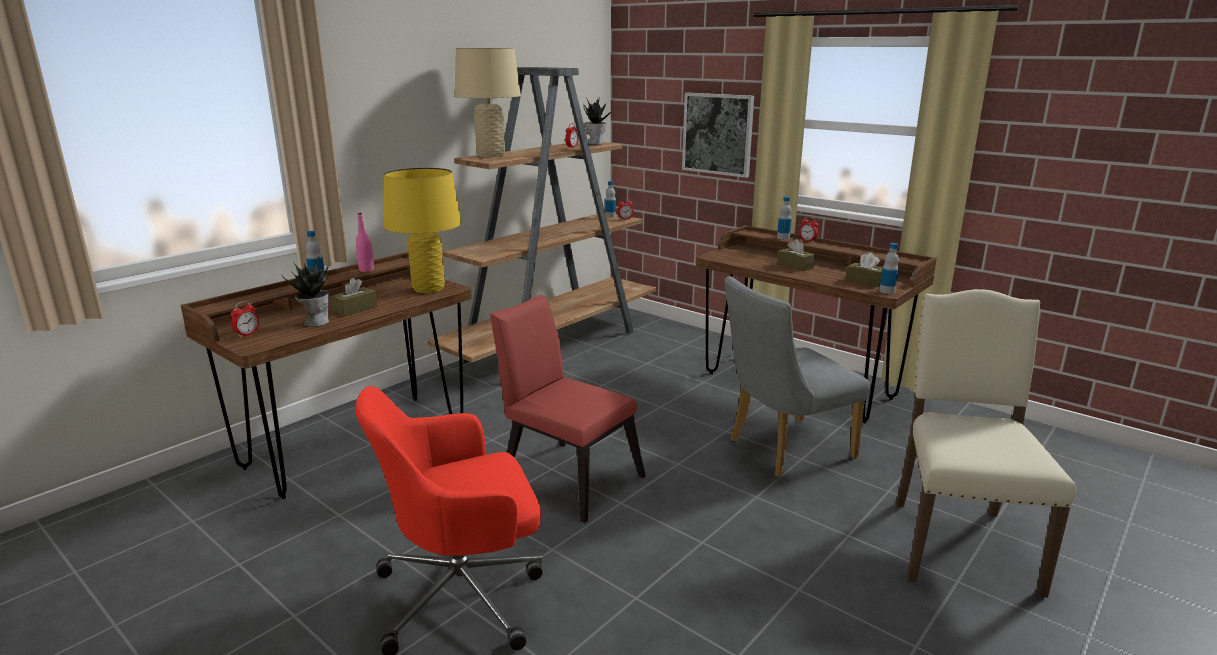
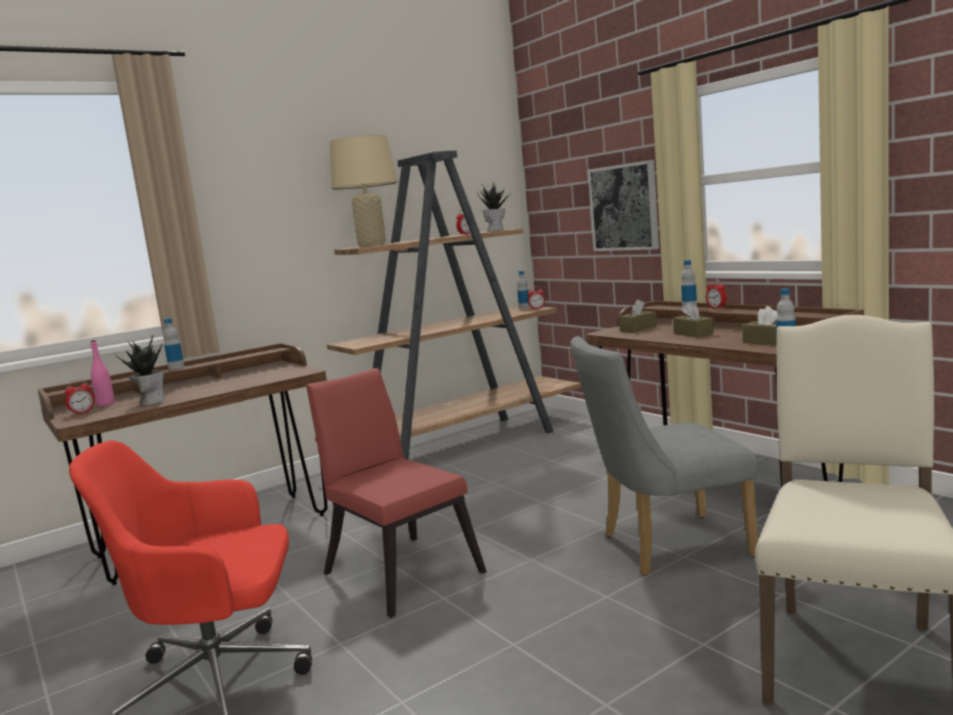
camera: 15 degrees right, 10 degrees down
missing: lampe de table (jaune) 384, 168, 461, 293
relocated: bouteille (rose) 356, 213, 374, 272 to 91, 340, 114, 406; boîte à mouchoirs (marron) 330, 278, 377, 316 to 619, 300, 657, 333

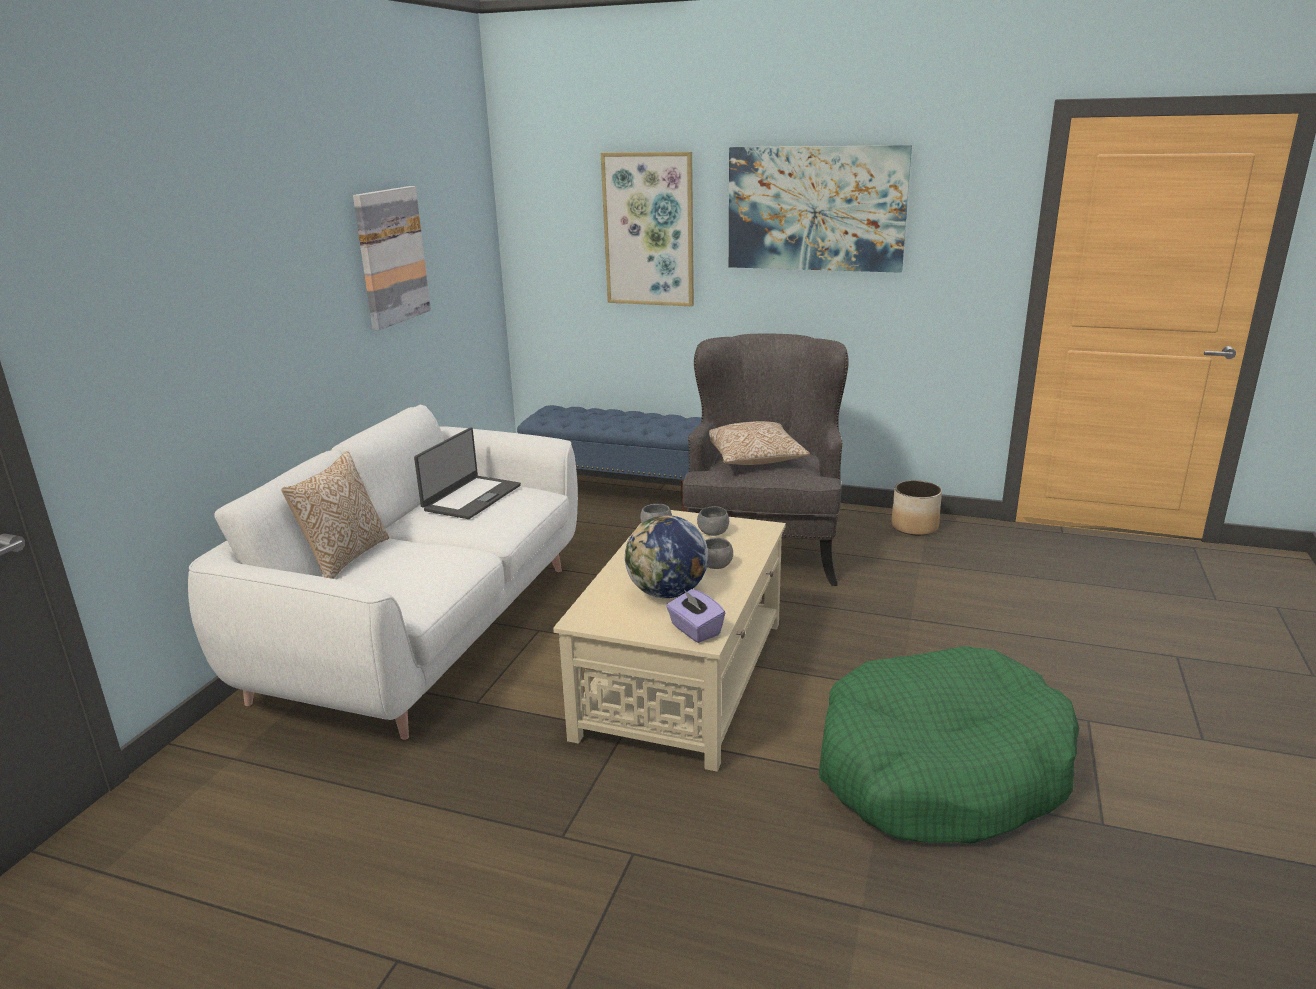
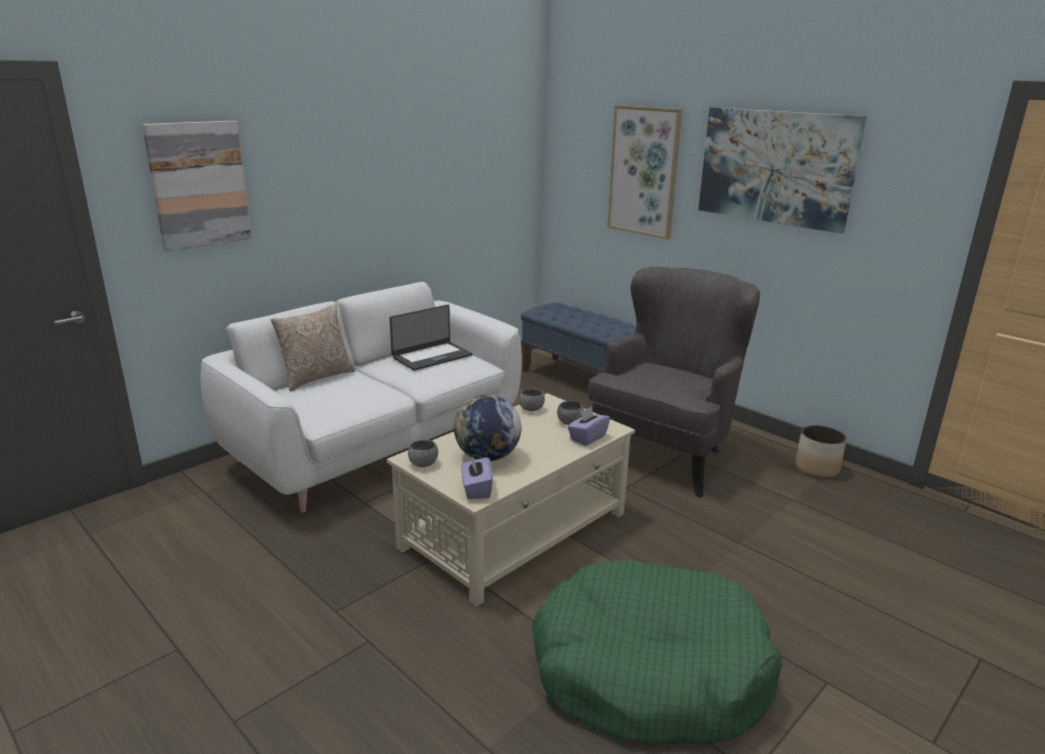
camera: 25 degrees right, 0 degrees up
missing: coussin 709, 421, 810, 465
appeared: boîte à mouchoirs (violet) 568, 406, 610, 446
relocated: tableau 353, 186, 431, 330 to 142, 121, 252, 251; bol (gris) 705, 538, 733, 569 to 408, 440, 438, 467

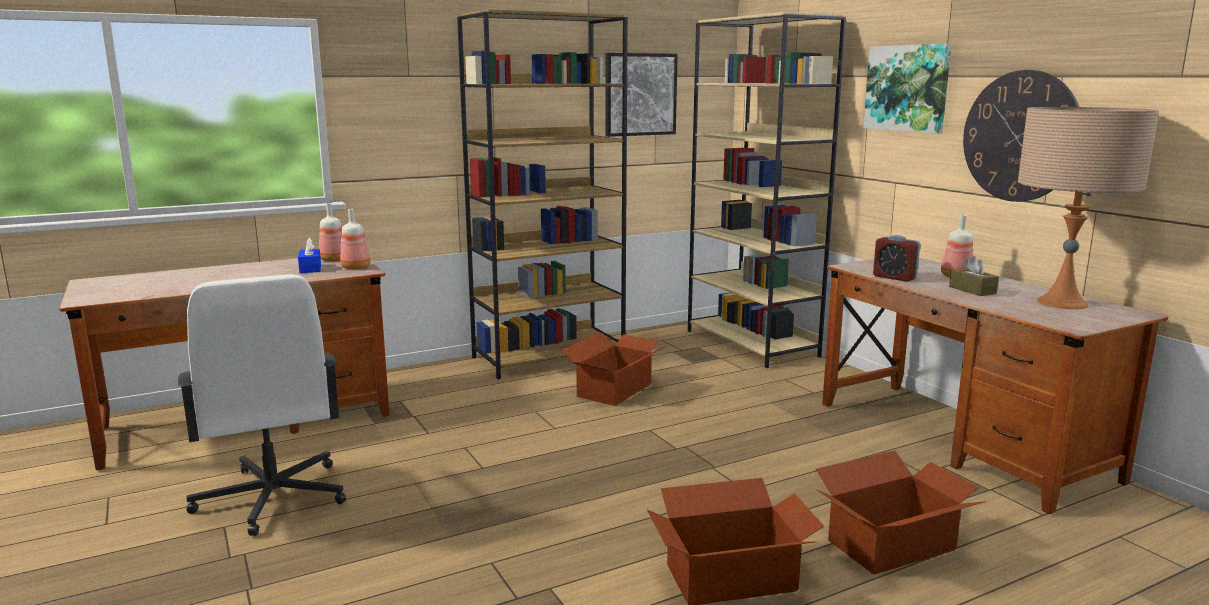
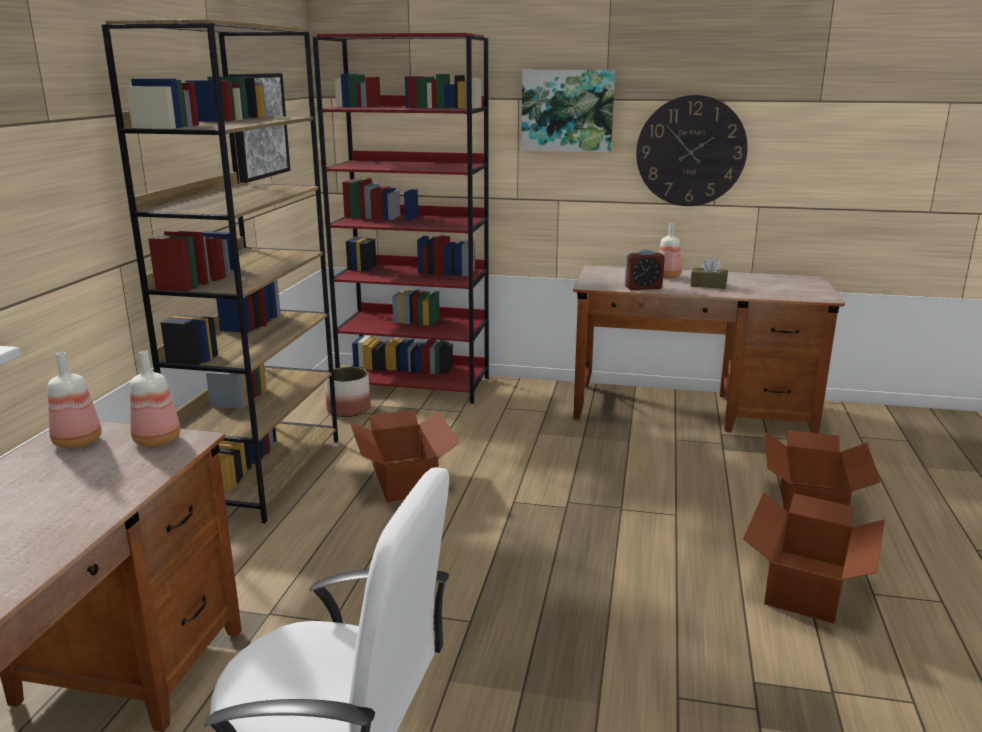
camera: 50 degrees left, 5 degrees up
missing: lampe de table (beige) 1018, 107, 1159, 309; boîte à mouchoirs (bleu) 298, 238, 321, 273
appeared: cache-pot 325, 367, 370, 417
colour: bibliothèque (beige) 688, 12, 846, 368 to bibliothèque (rouge) 312, 33, 489, 404

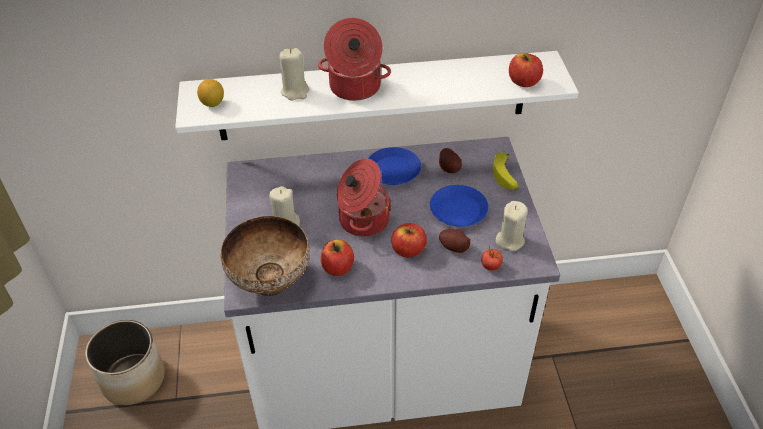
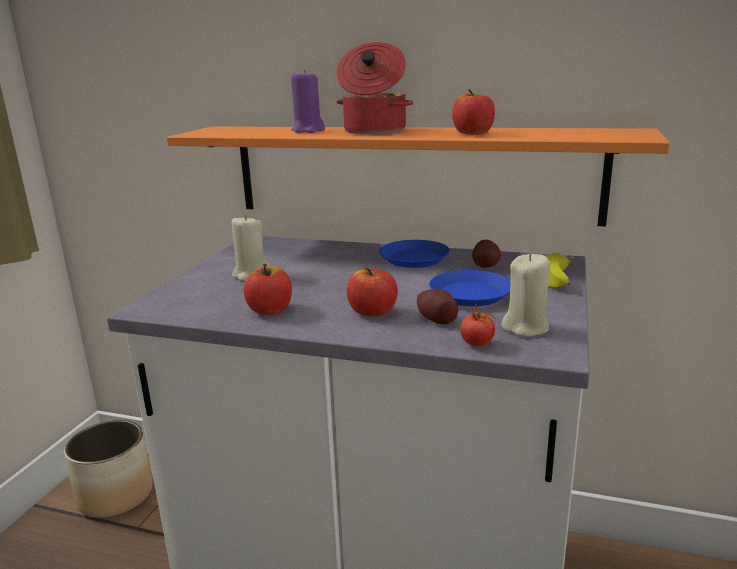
camera: 25 degrees right, 25 degrees down
missing: citron 197, 79, 224, 107; marmite 337, 159, 392, 237; bol 221, 216, 310, 296
relocated: pomme 509, 53, 543, 87 to 452, 89, 495, 135
colour: bougie (beige) 279, 48, 309, 100 to bougie (violet) 291, 70, 325, 133; étagère (blanc) 175, 51, 579, 140 to étagère (orange) 167, 126, 670, 227

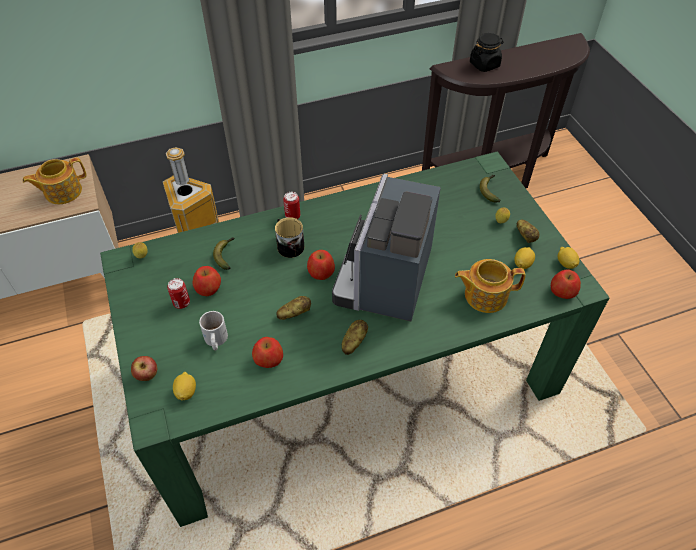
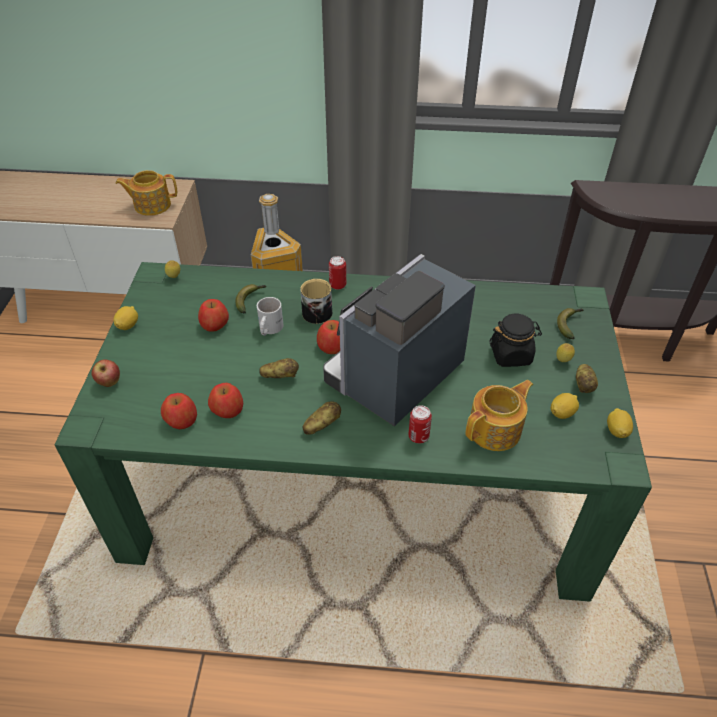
camera: 25 degrees right, 5 degrees down
relocated: bocal (noir) 470, 33, 503, 72 to 489, 313, 542, 367; pomme 551, 269, 581, 299 to 161, 393, 197, 429; boîte métallique 167, 278, 190, 309 to 409, 405, 432, 443; mug (blanc) 199, 311, 228, 351 to 257, 297, 283, 336; citron 173, 372, 196, 400 to 113, 306, 138, 330
spun: théière 455, 259, 526, 313 = 465, 380, 533, 451 120 degrees clockwise

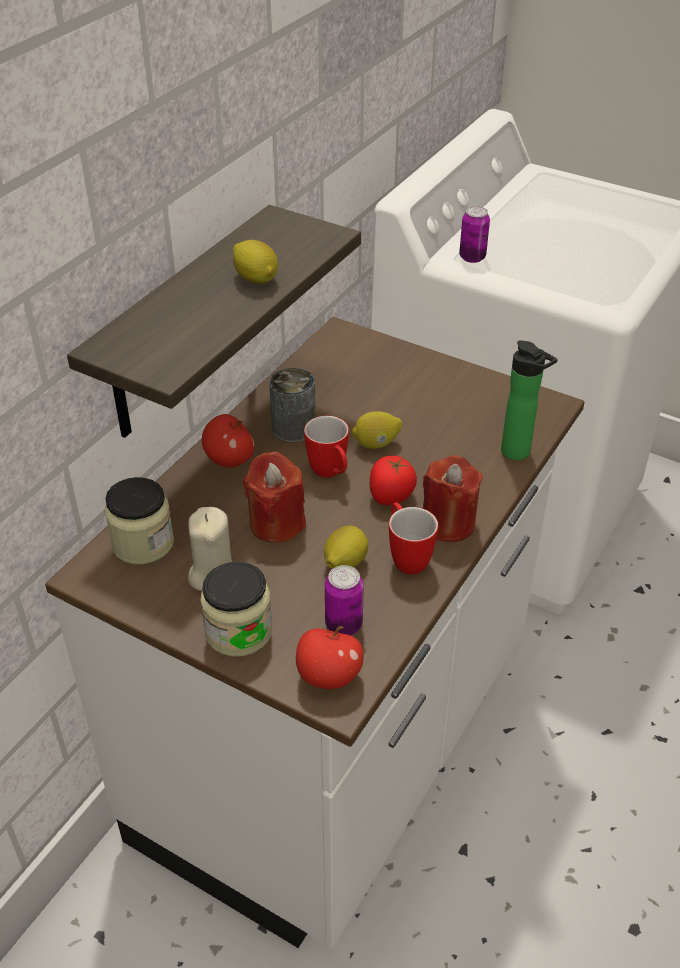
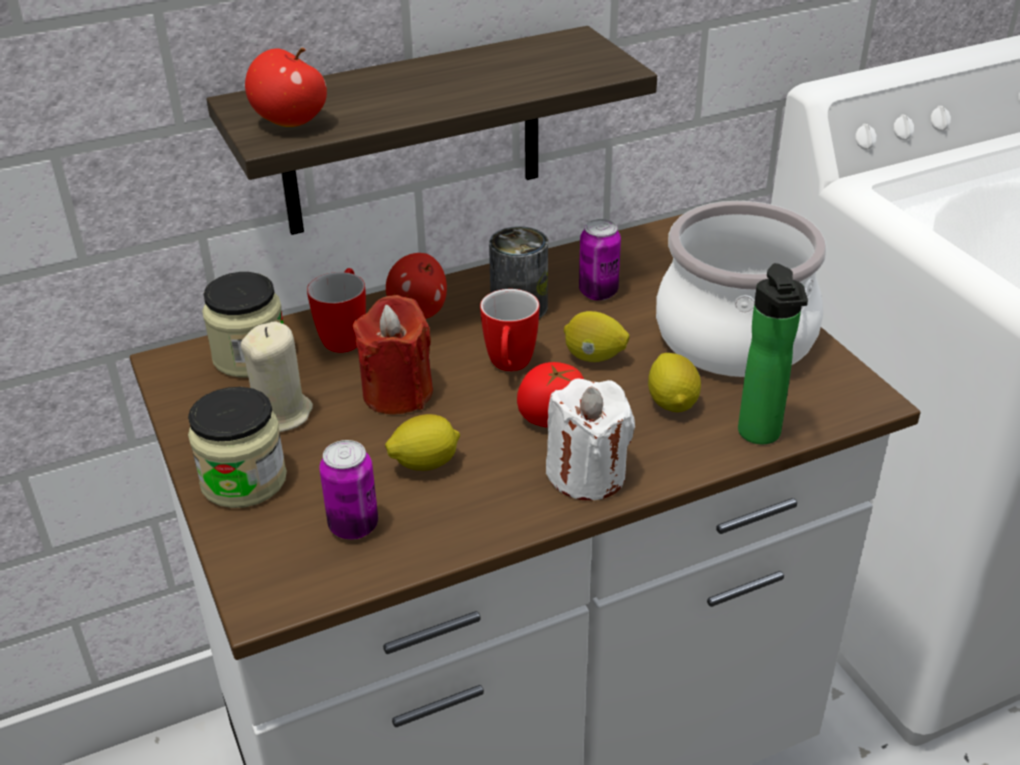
camera: 35 degrees right, 5 degrees down
appeared: marmite 656, 201, 827, 377
relocated: boîte métallique 459, 206, 490, 263 to 579, 219, 621, 301; citron 233, 240, 278, 284 to 648, 353, 701, 412; mug 389, 502, 438, 575 to 307, 268, 366, 353; pomme 296, 626, 364, 689 to 245, 48, 327, 127
colour: bougie (rouge) 423, 455, 483, 542 to bougie (blanc) 546, 378, 635, 500

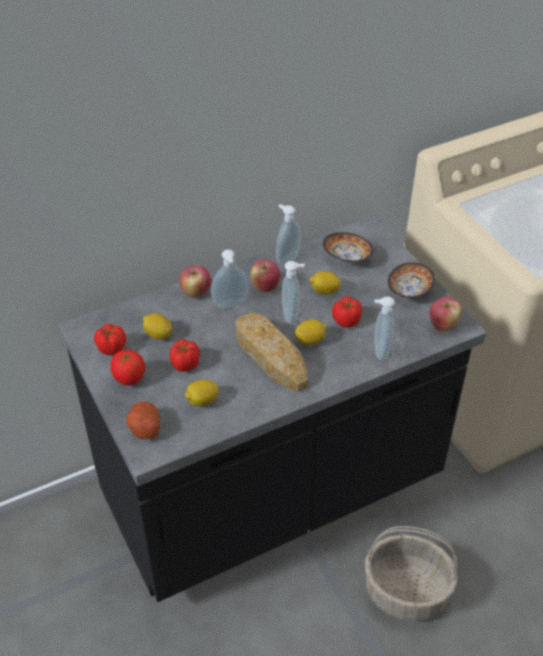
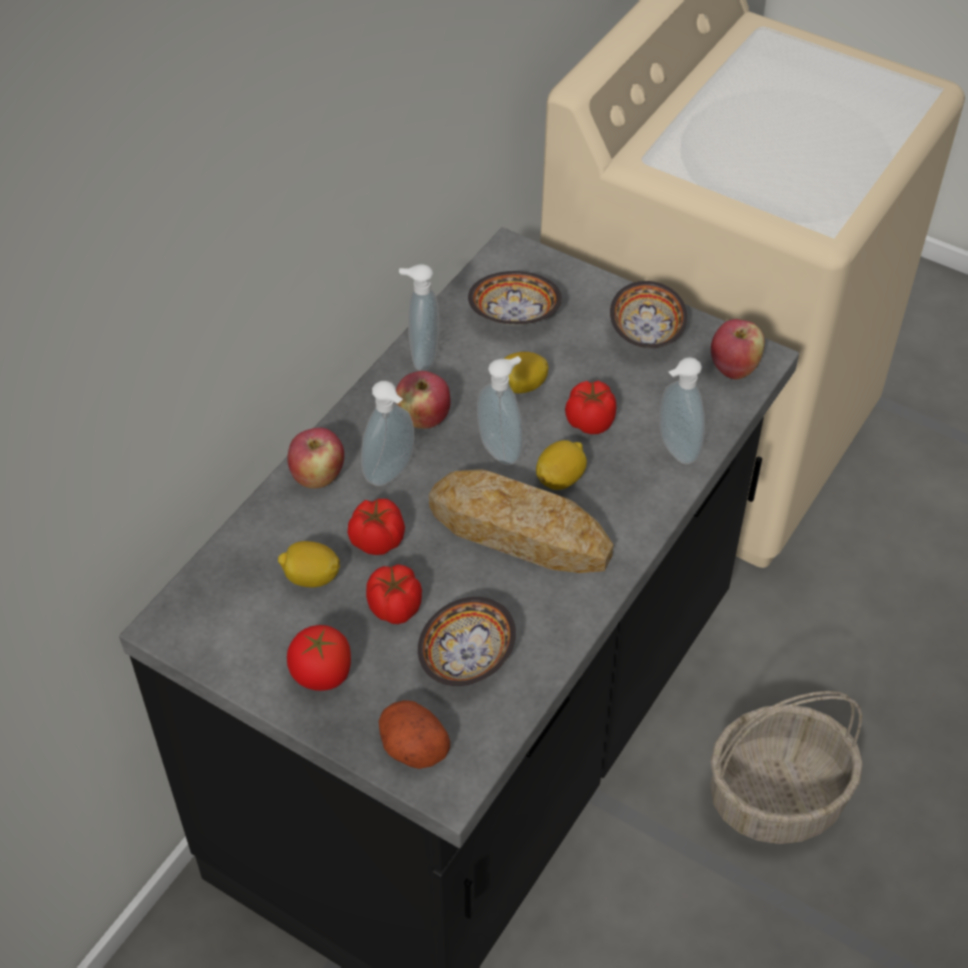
camera: 30 degrees left, 5 degrees up
relocated: tomate 94, 323, 126, 355 to 348, 498, 405, 555
exchanged: citron 185, 380, 219, 406 to bol 418, 597, 516, 686

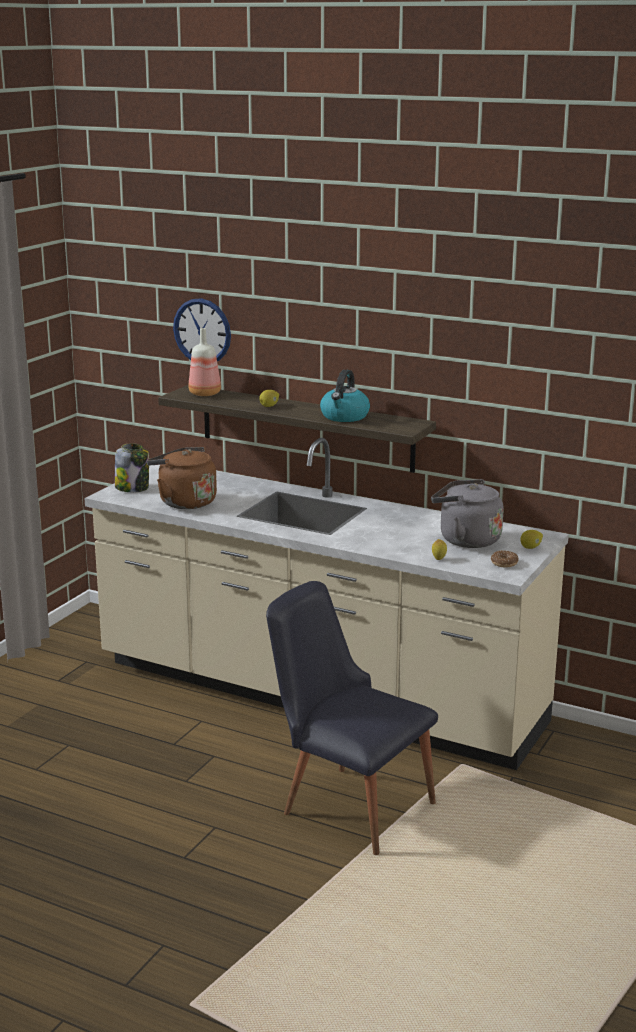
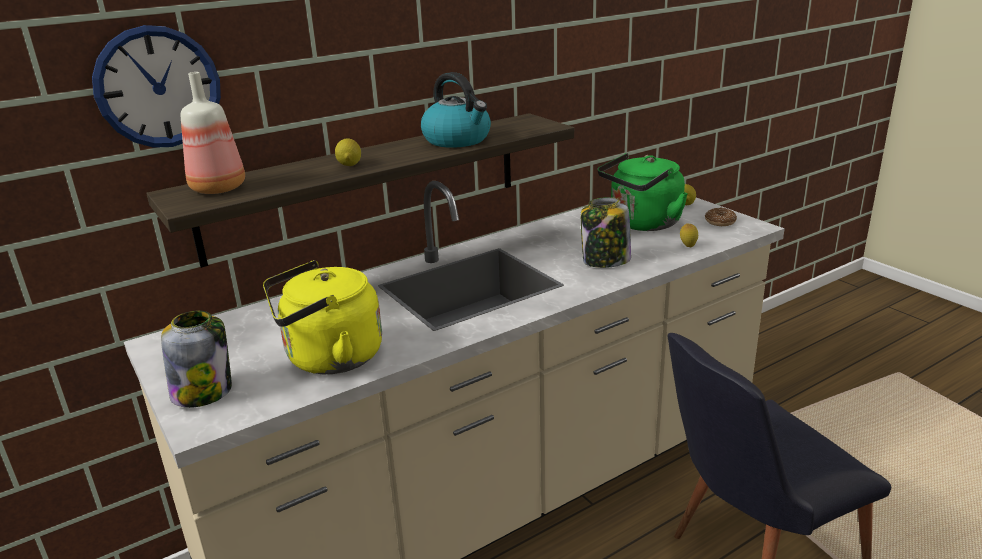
camera: 60 degrees left, 5 degrees up
appeared: bocal 581, 197, 631, 268
colour: bouilloire (marron) 147, 447, 217, 509 to bouilloire (jaune) 263, 260, 382, 374; bouilloire (gris) 431, 479, 504, 548 to bouilloire (vert) 598, 153, 688, 231

